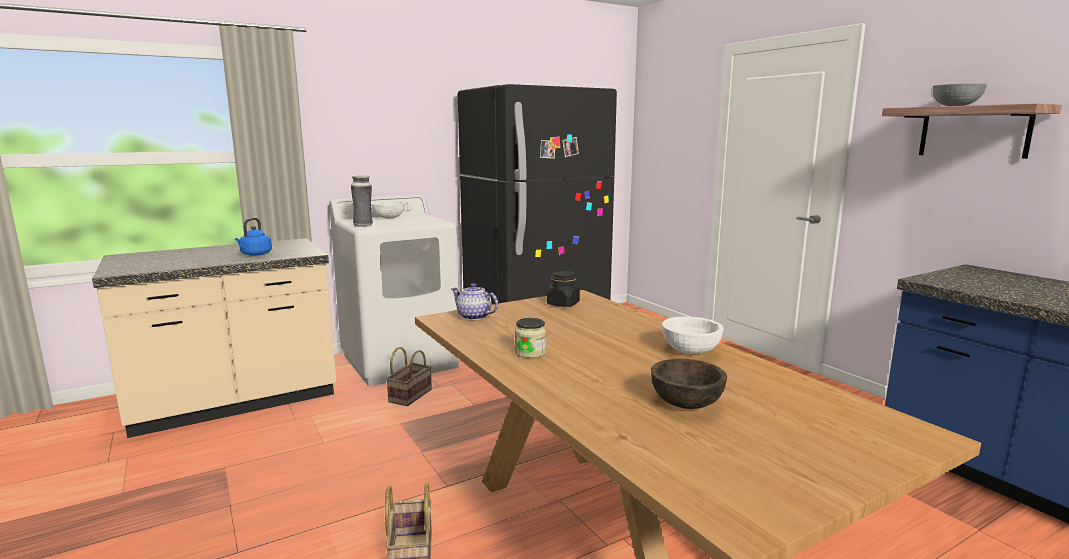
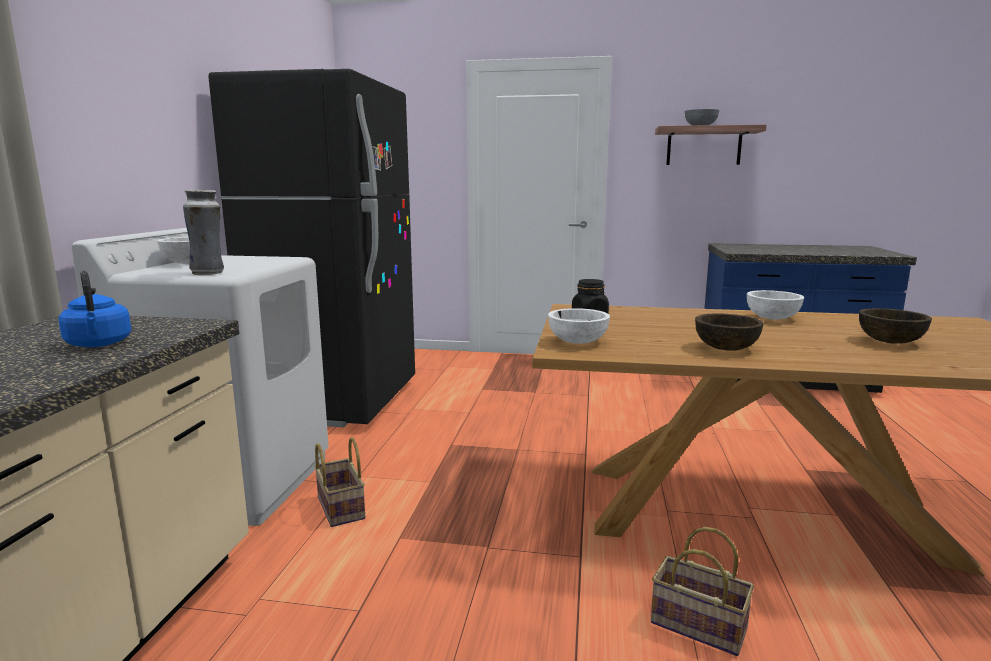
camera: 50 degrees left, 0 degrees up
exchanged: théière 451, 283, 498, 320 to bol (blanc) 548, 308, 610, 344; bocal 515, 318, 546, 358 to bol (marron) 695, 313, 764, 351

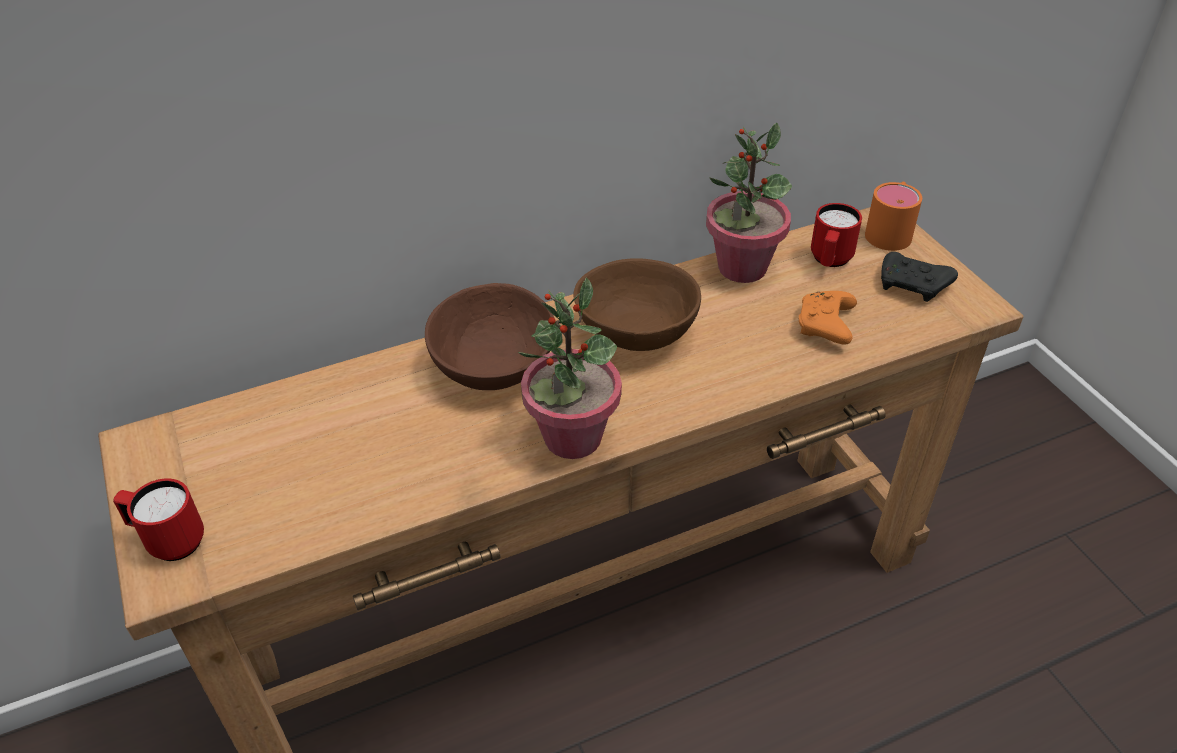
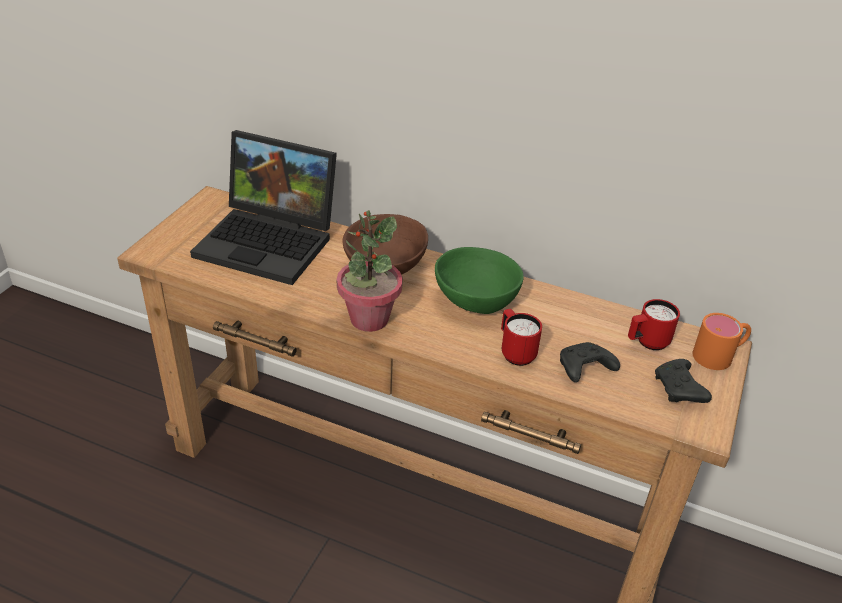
camera: 45 degrees right, 5 degrees down
missing: plante en pot 706, 122, 792, 283
appeared: ordinateur portable 190, 130, 337, 285
relocated: mug (rouge) 113, 478, 204, 561 to 501, 309, 542, 366
colour: bol (marron) 573, 258, 701, 351 to bol (vert) 435, 247, 524, 314; manette (orange) 799, 291, 857, 344 to manette (noir) 560, 342, 620, 382

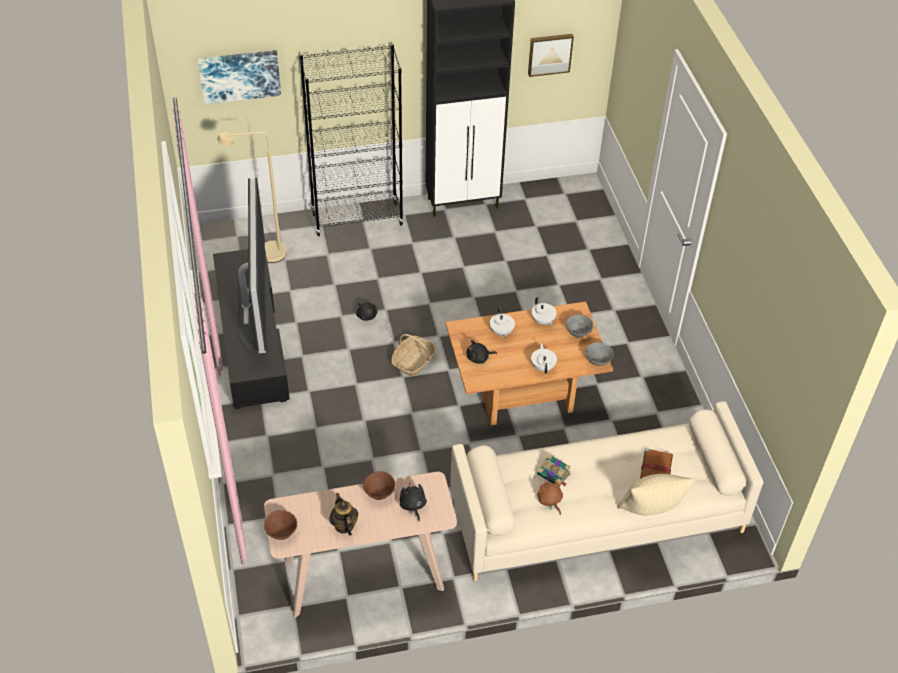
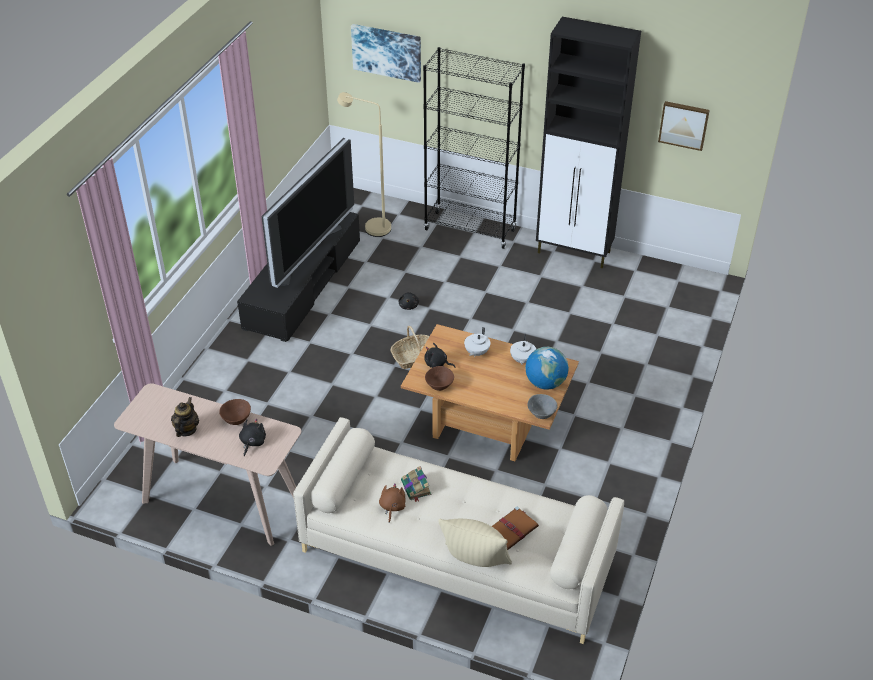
camera: 35 degrees right, 5 degrees down
missing: théière (blanc) 531, 343, 557, 374
relocated: bol (marron) 264, 510, 297, 540 to 425, 366, 454, 391
exchanged: bol (gris) 566, 315, 593, 338 to globe 525, 347, 569, 390

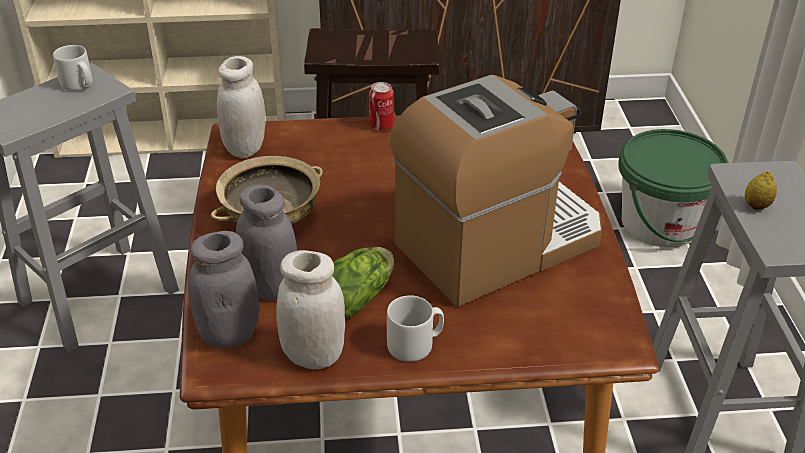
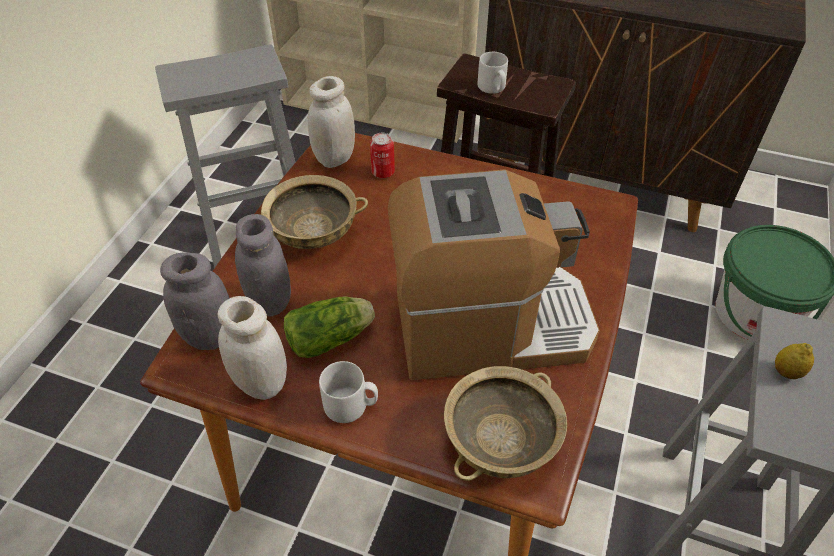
camera: 25 degrees right, 10 degrees up
appeared: bol (beige) 444, 366, 567, 481
relocated: mug (gris) 53, 45, 92, 91 to 478, 52, 508, 94; boîte métallique 369, 82, 394, 131 to 370, 133, 395, 178

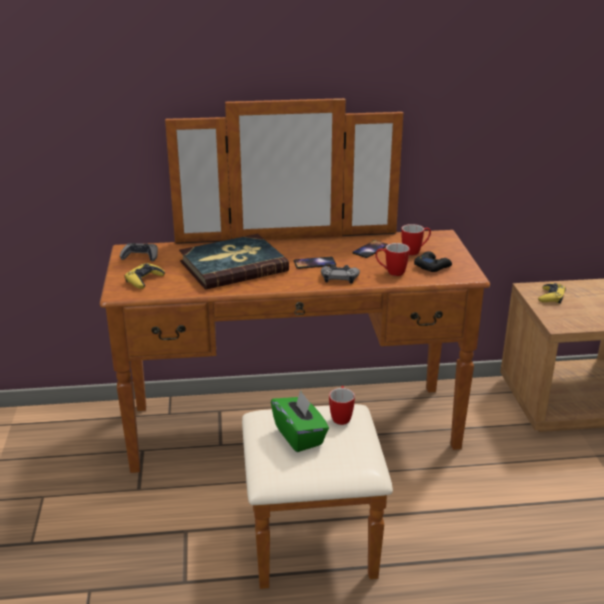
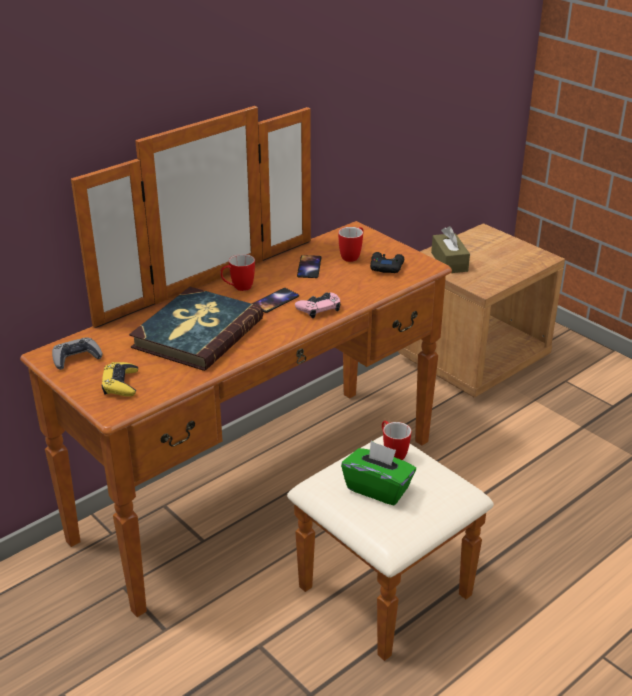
camera: 35 degrees left, 5 degrees up
relocated: mug 375, 243, 410, 276 to 220, 254, 255, 291
exchanged: manette (jaune) 538, 283, 566, 304 to boîte à mouchoirs (marron) 431, 226, 470, 273
colour: manette (gris) 321, 264, 360, 284 to manette (rose) 295, 292, 340, 318

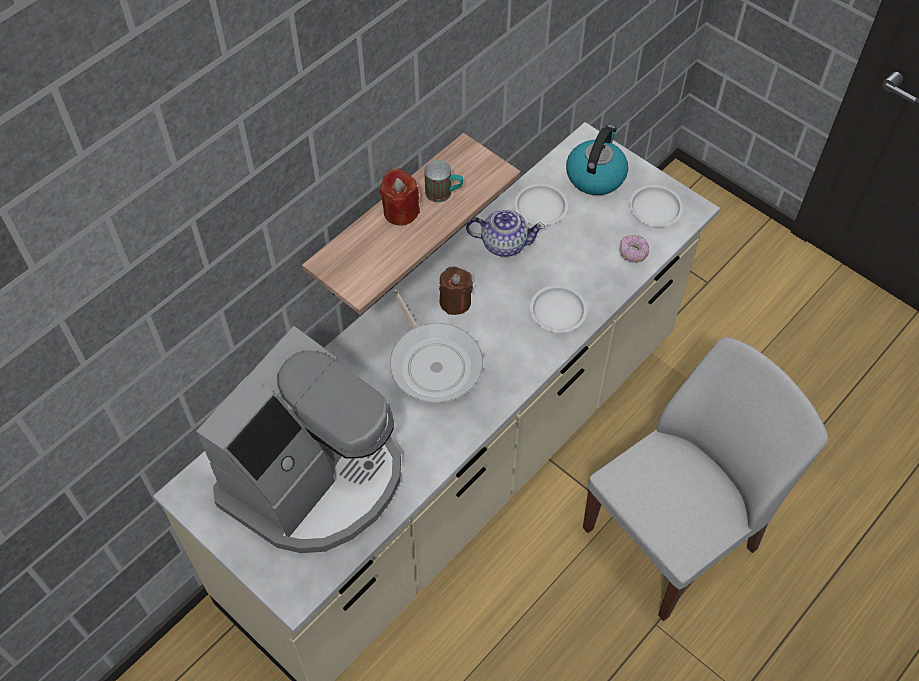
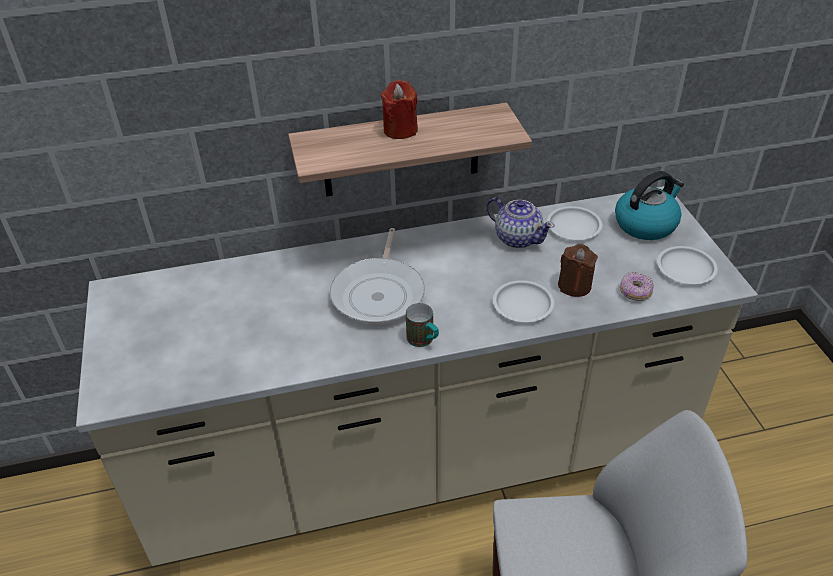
camera: 35 degrees right, 15 degrees down
missing: machine à café 196, 326, 401, 553
relocated: mug 424, 160, 463, 203 to 406, 303, 439, 347; bougie (marron) 439, 267, 473, 315 to 558, 244, 598, 297

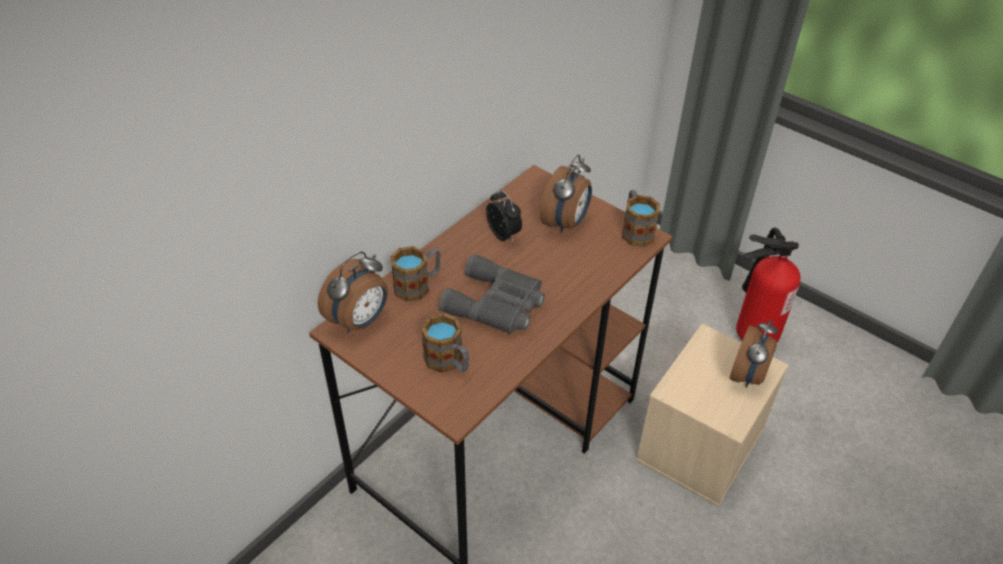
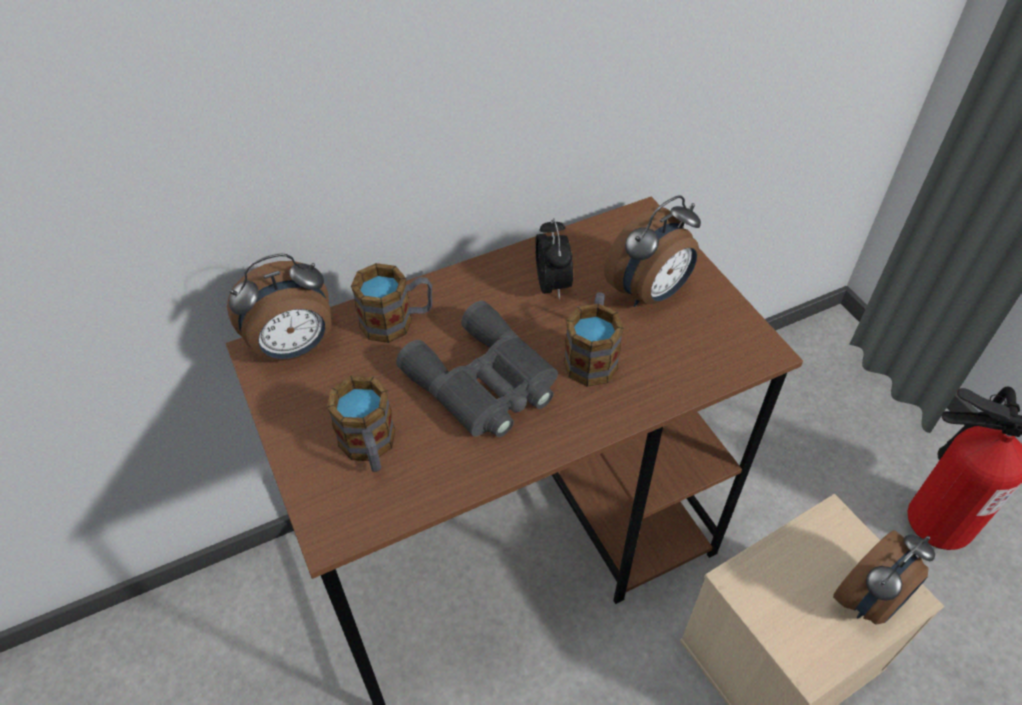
camera: 25 degrees right, 5 degrees up
relocated: mug 622, 190, 660, 247 to 564, 292, 624, 386

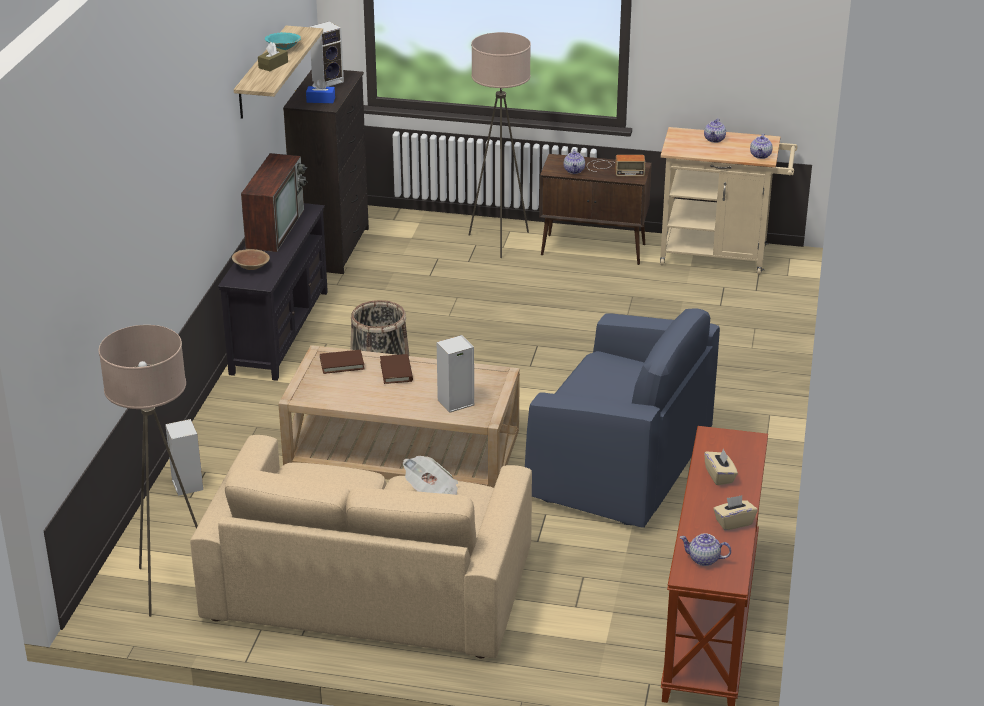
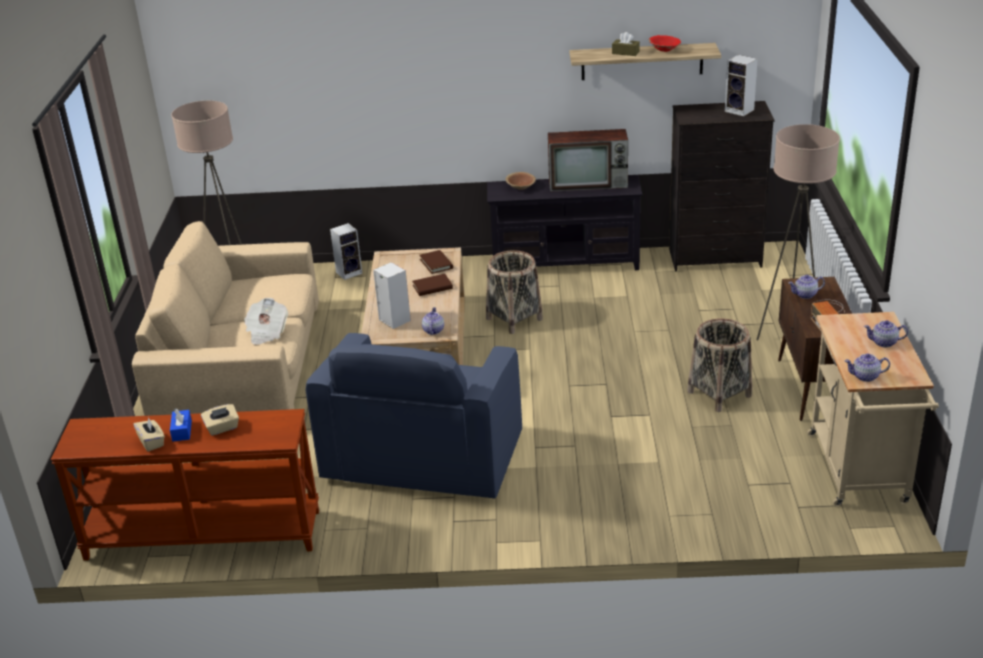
camera: 80 degrees right, 0 degrees up
appeared: panier 687, 319, 752, 412
relocated: boîte à mouchoirs (bleu) 306, 79, 335, 103 to 170, 408, 192, 442; théière 680, 533, 731, 566 to 422, 307, 444, 335
colour: bol (turquoise) 265, 32, 301, 50 to bol (rouge) 649, 35, 681, 52

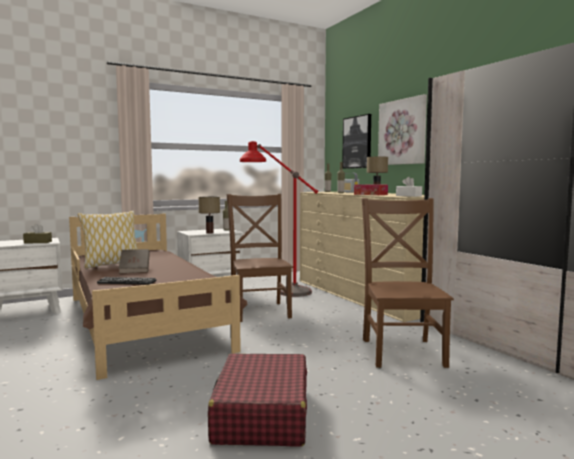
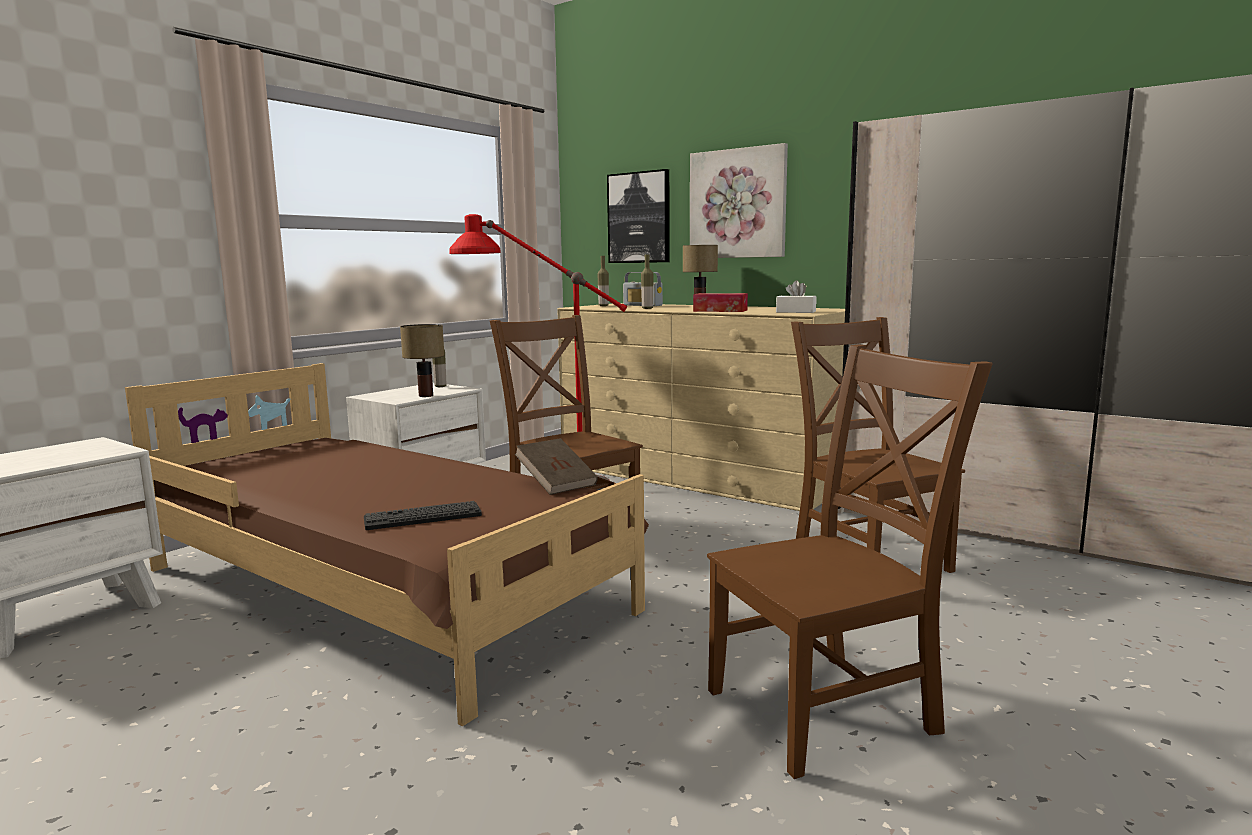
camera: 25 degrees left, 5 degrees up
missing: coussin 78, 211, 137, 269; boîte à mouchoirs (marron) 23, 224, 52, 244
relocated: livre (marron) 119, 249, 150, 273 to 515, 438, 598, 495
exchanged: valise (rouge) 208, 353, 307, 446 to chaise (marron) 707, 344, 993, 779

